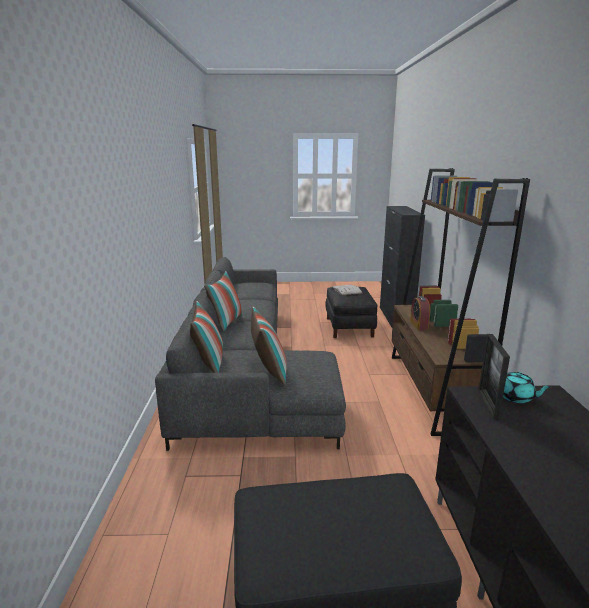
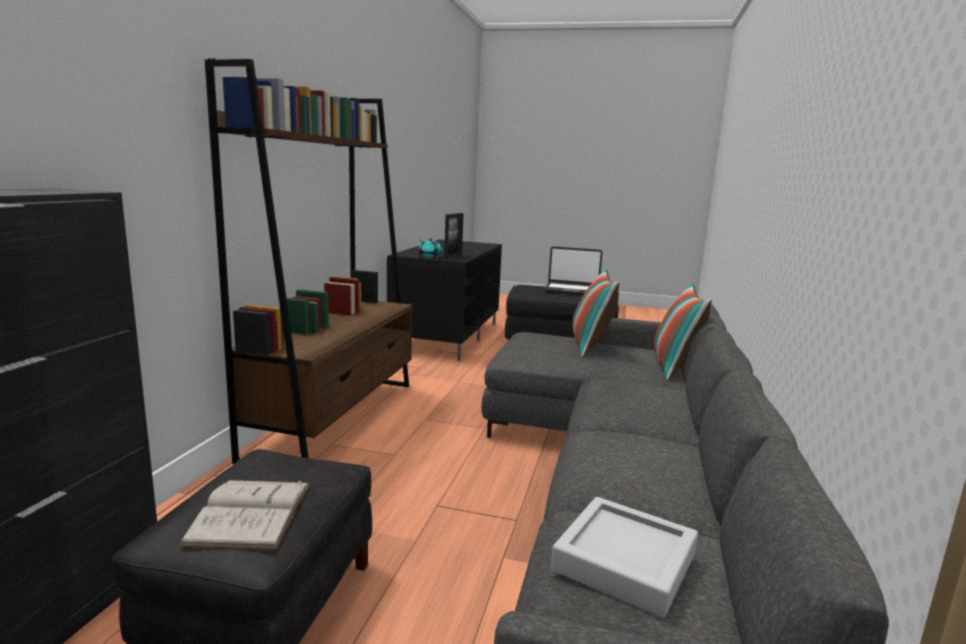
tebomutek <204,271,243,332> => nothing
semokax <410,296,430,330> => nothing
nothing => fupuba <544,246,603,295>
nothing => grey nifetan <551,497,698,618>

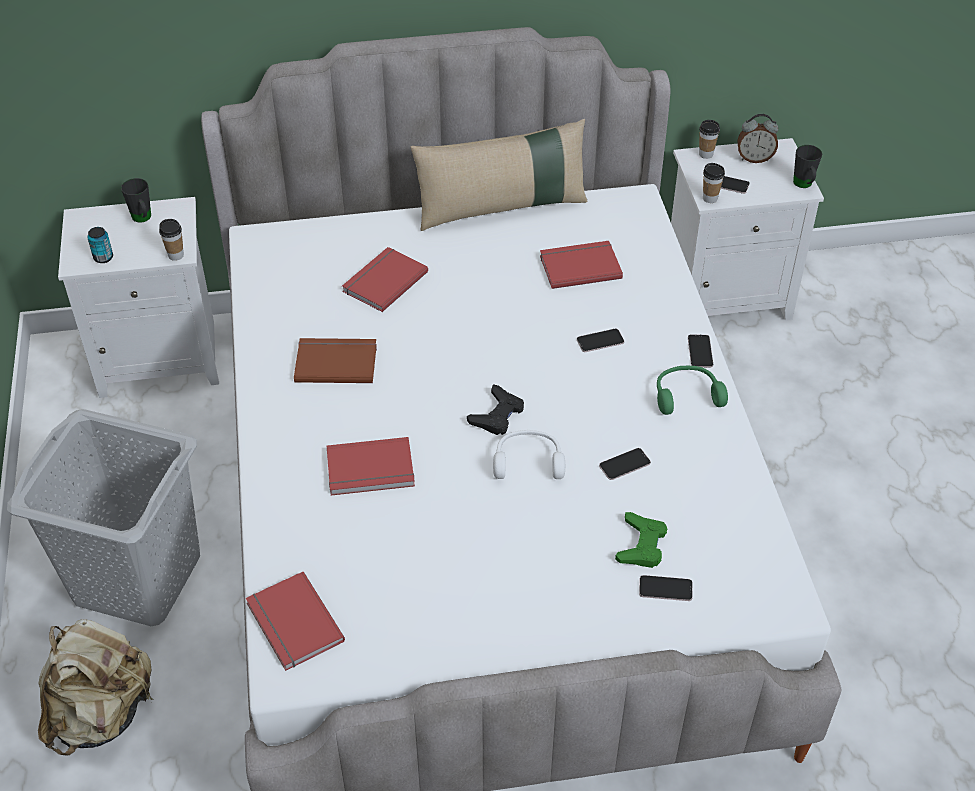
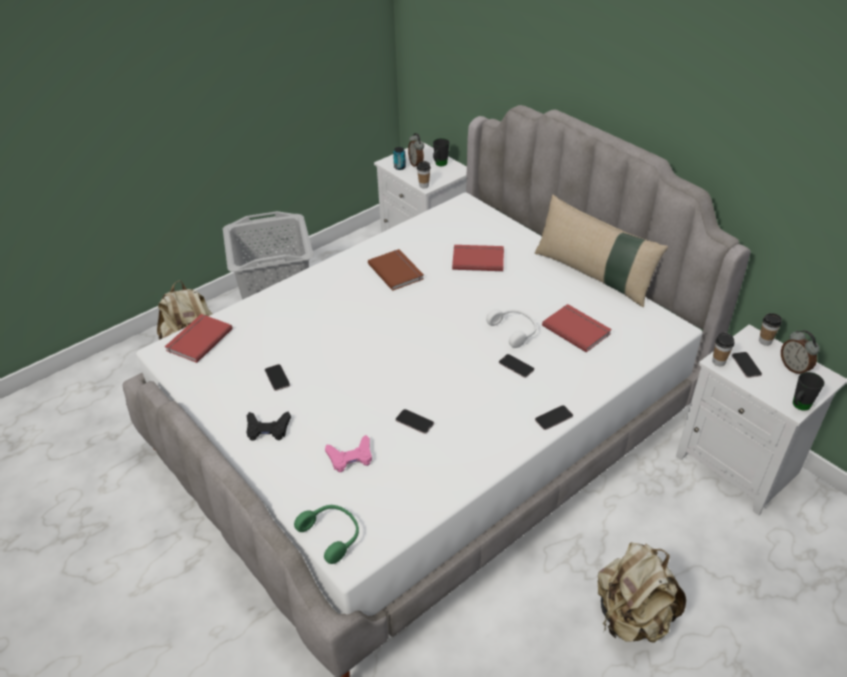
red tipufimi <327,437,415,495> => nothing
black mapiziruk <467,384,524,435> => black mapiziruk <247,412,291,441>, move
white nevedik <493,430,565,479> => white nevedik <486,309,537,348>, move
green mapiziruk <615,512,667,568> => pink mapiziruk <325,435,372,472>
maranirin <639,575,693,601> => maranirin <265,364,290,391>, move
green nevedik <657,366,728,415> => green nevedik <294,505,359,564>, move
nothing => semokax <408,133,424,167>
nothing => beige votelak <598,542,686,643>

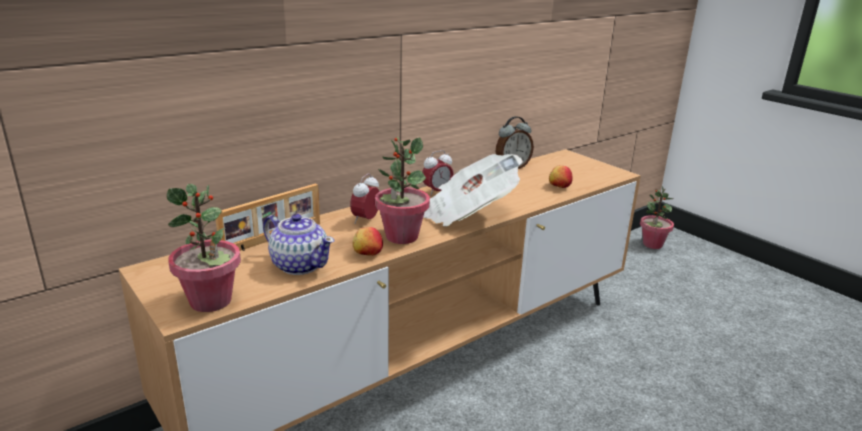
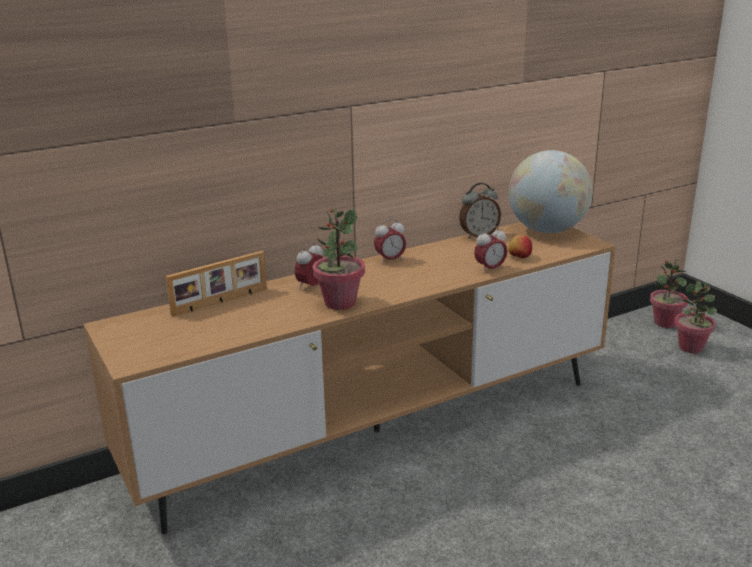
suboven <167,184,241,312> => suboven <674,281,717,353>, move
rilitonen <263,214,335,275> => nothing
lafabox <353,227,383,256> => nothing
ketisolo <423,154,523,227> => nothing
nothing => semokax <474,226,508,273>
nothing => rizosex <509,150,592,233>

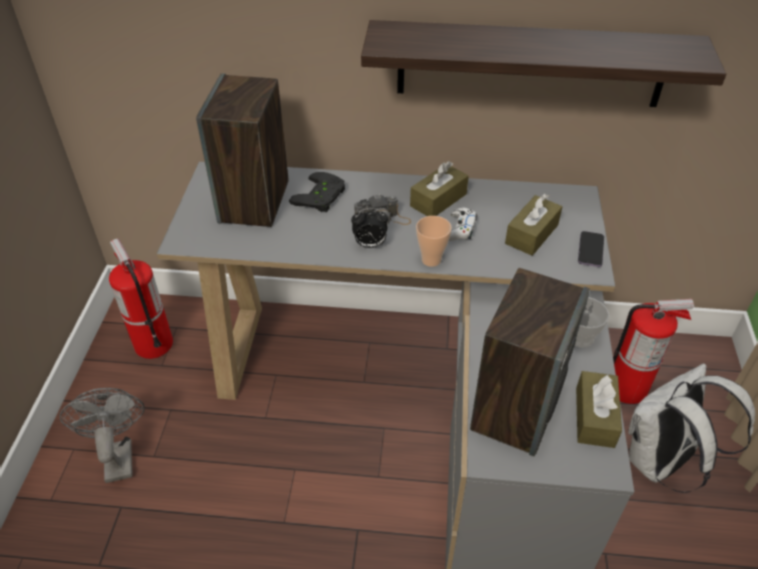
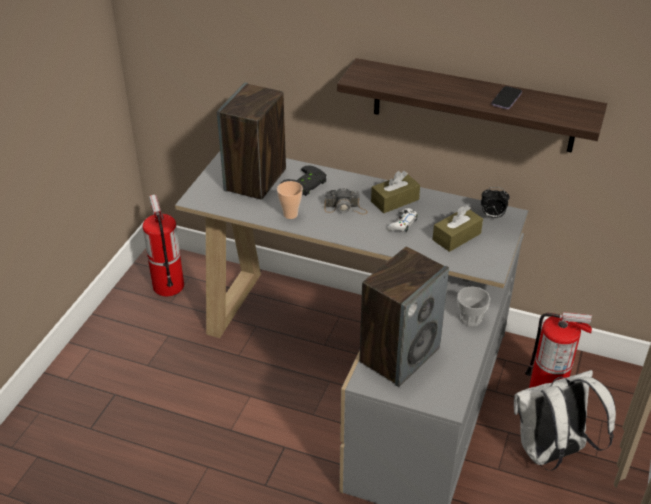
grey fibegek <60,388,145,483> => nothing
semokax <351,208,388,248> => semokax <481,187,509,218>, move
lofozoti <416,216,452,267> => lofozoti <277,181,303,219>, move
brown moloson <576,371,622,448> => nothing
maranirin <578,231,604,267> => maranirin <491,86,522,109>, move

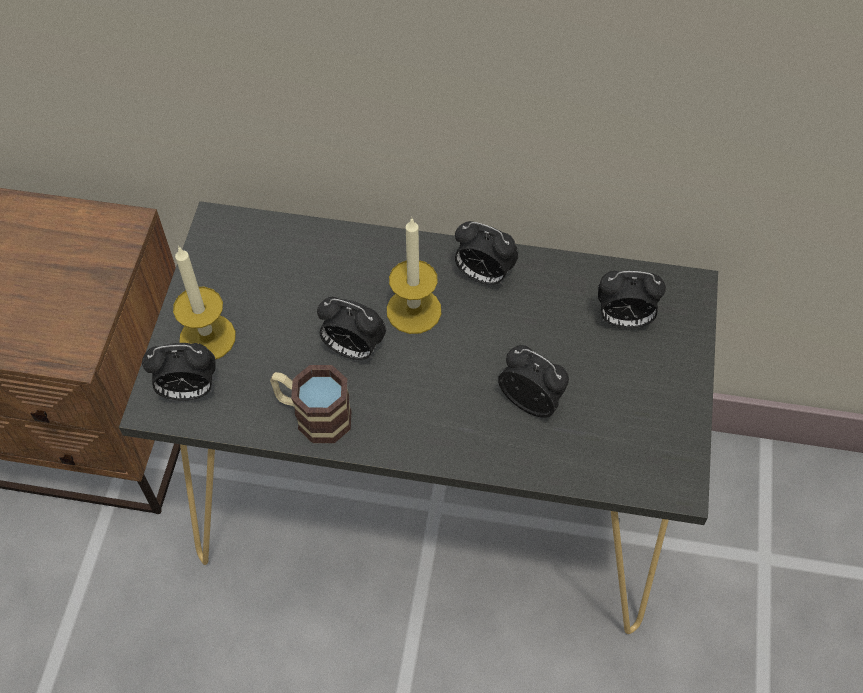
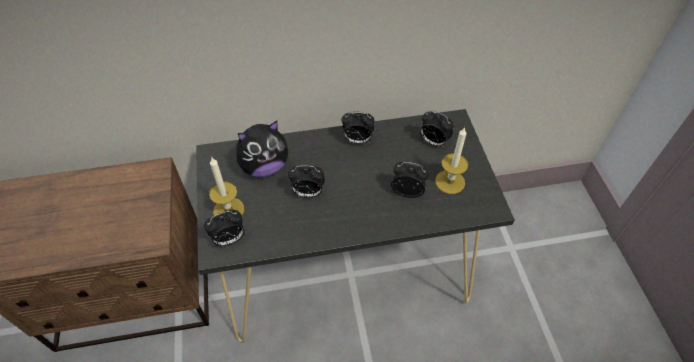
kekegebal <270,365,352,443> => nothing
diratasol <387,217,441,334> => diratasol <435,127,468,194>, move
semokax <598,271,666,329> => semokax <420,111,454,147>, 45 degrees clockwise
nothing => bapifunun <236,121,288,177>

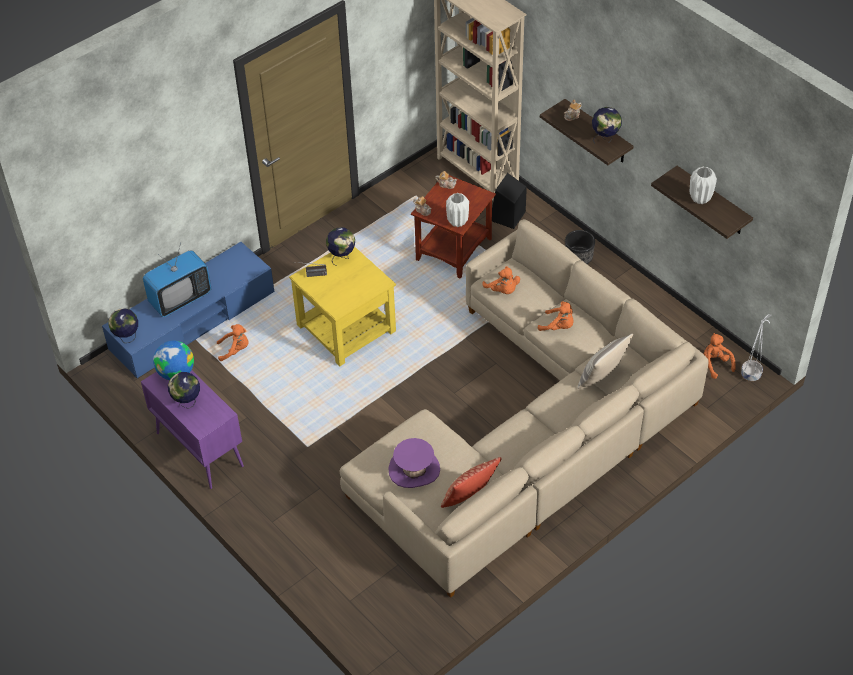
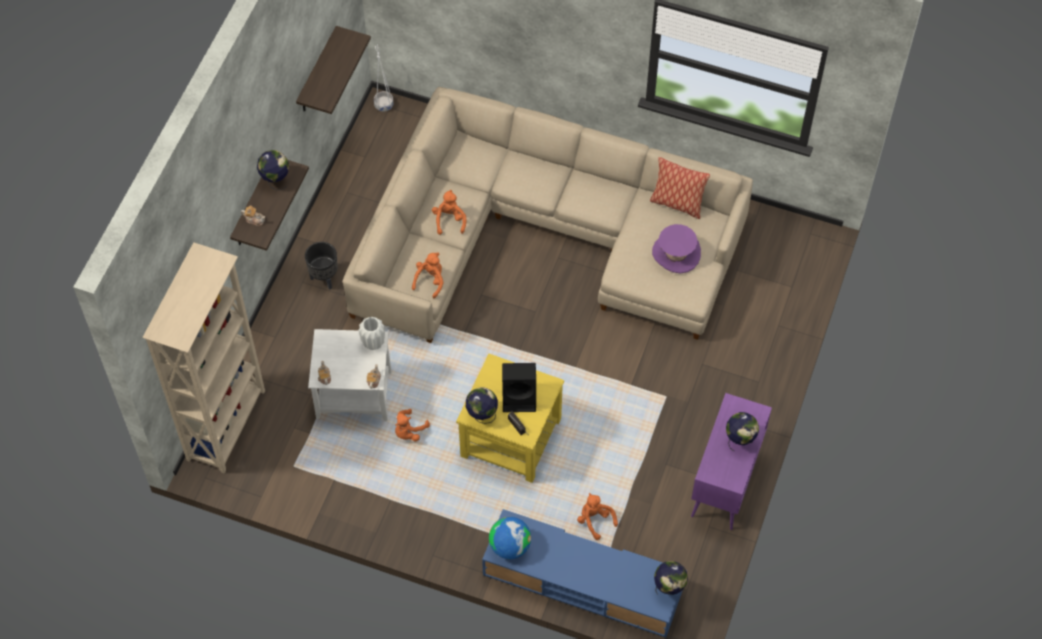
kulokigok <143,243,212,317> => nothing
rizosex <153,341,194,380> => rizosex <489,517,531,559>, move
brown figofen <411,175,496,279> => white figofen <308,329,392,421>
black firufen <492,173,527,229> => black firufen <502,363,536,412>, move
tebomutek <578,334,633,389> => nothing
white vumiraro <690,167,717,204> => nothing
orange bapifunun <704,333,736,379> => orange bapifunun <395,409,430,441>, move

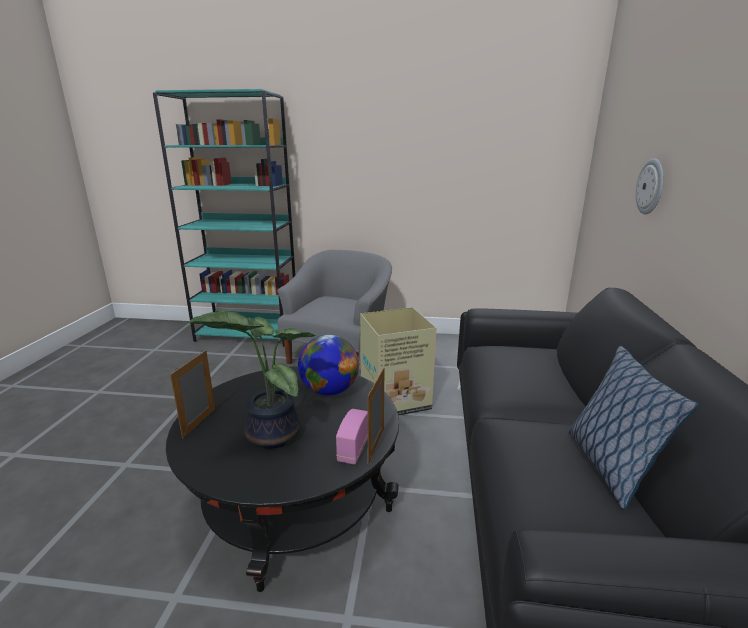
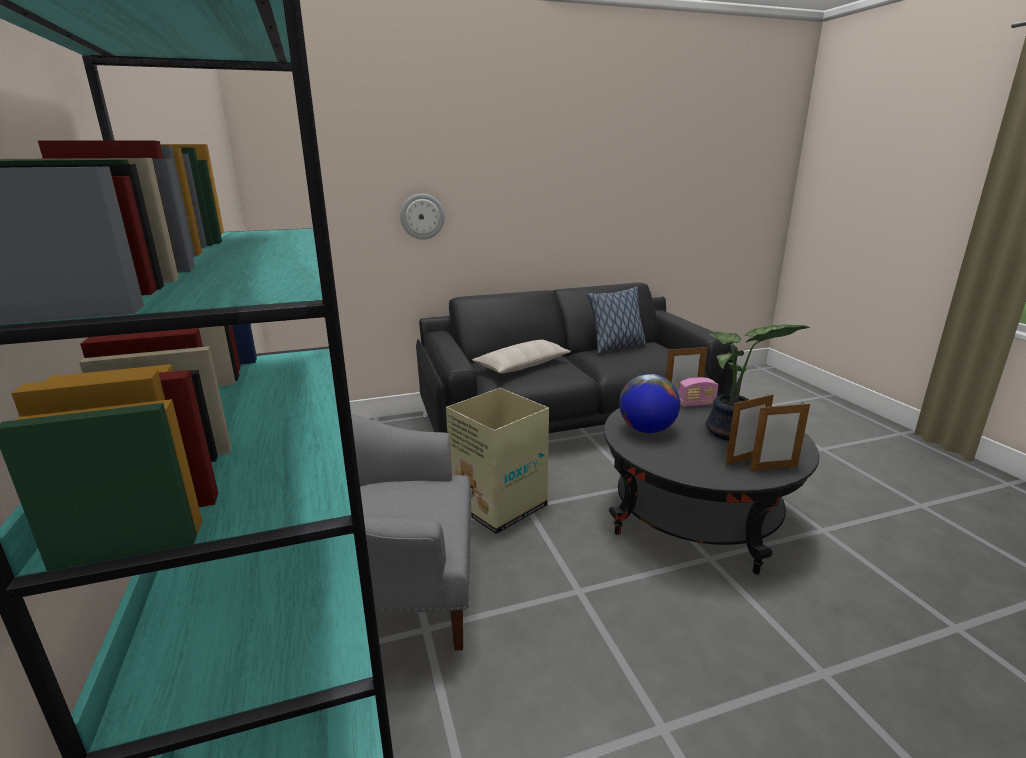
nothing => beige tebomutek <472,340,571,373>
nothing => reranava <725,393,774,466>

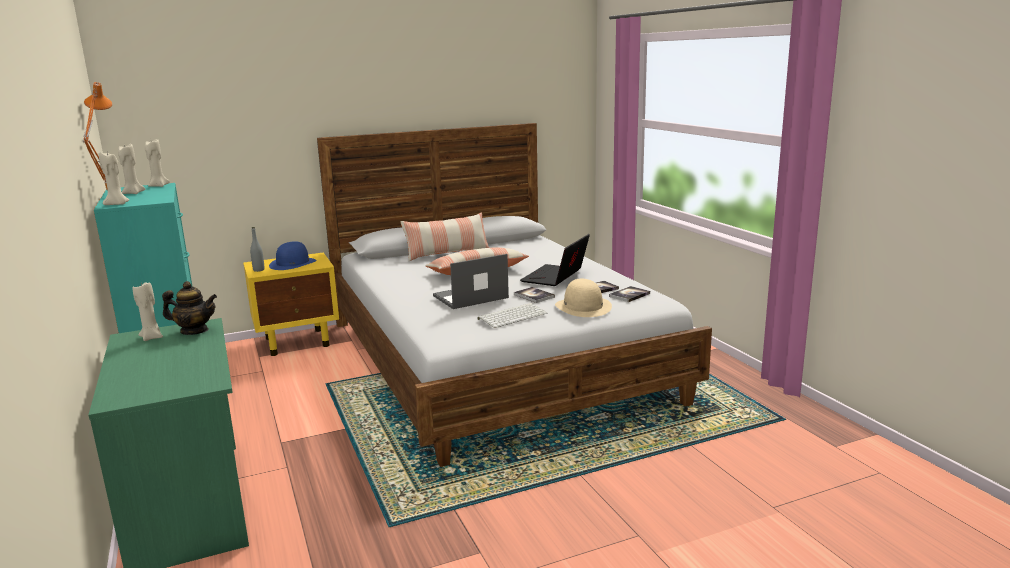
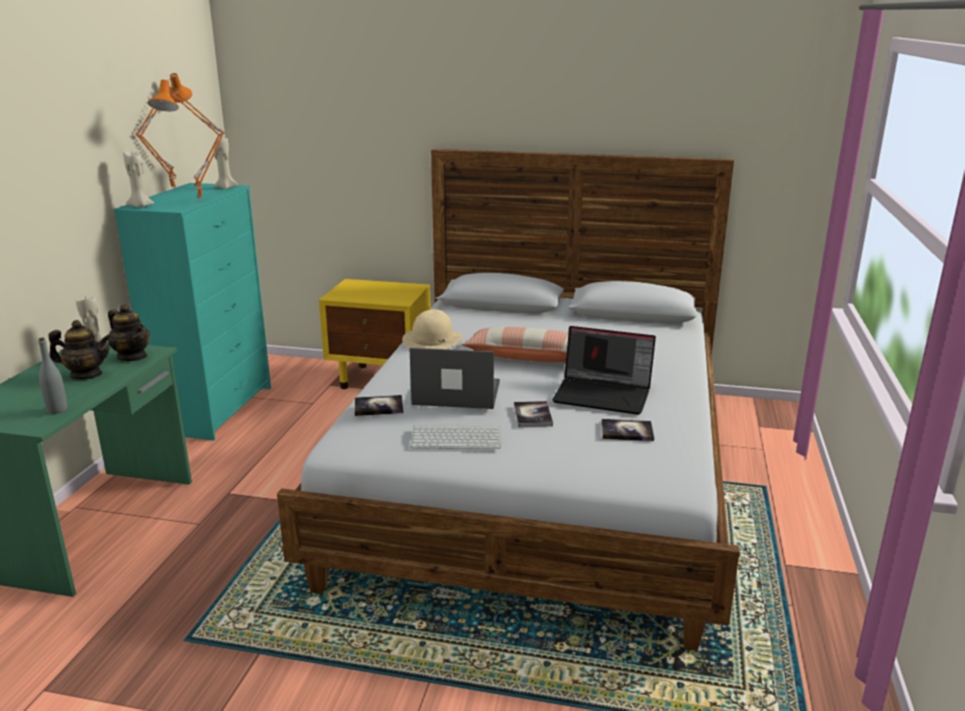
beige diratasol <118,144,145,194> => nothing
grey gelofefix <250,227,264,272> => grey gelofefix <38,338,67,414>, move
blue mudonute <269,241,316,270> => nothing
tebomutek <400,212,490,261> => nothing
fupuba <520,234,590,286> => fupuba <552,326,656,415>, 135 degrees counterclockwise
beige mudonute <555,279,612,317> => beige mudonute <402,309,463,349>, move
tipufimi <609,286,650,302> => tipufimi <355,395,403,416>, move
nothing => rilitonen <48,320,111,380>
nothing => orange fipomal <148,80,225,201>

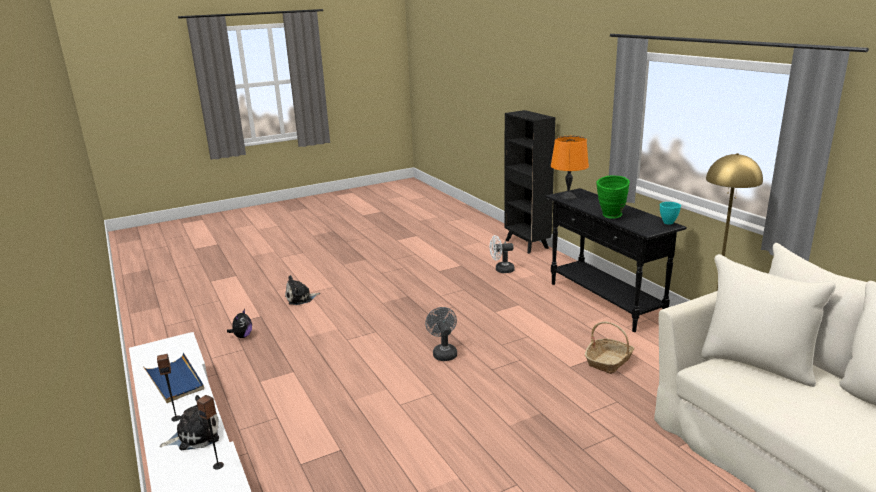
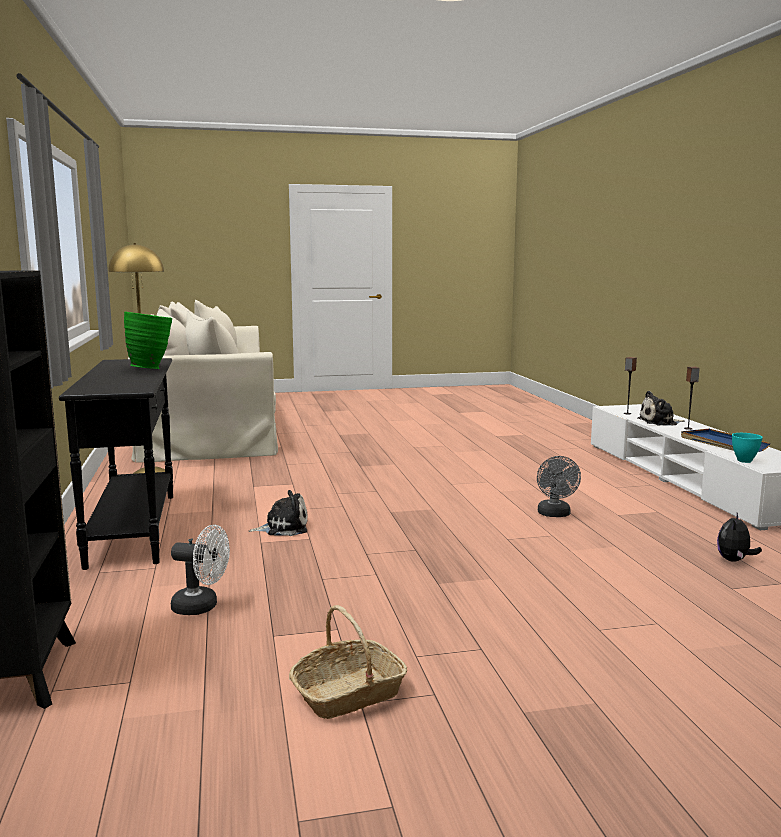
bapifunun <285,275,320,305> => bapifunun <249,490,308,536>, move
grey fibegek <425,307,457,361> => grey fibegek <537,456,581,517>, move
orange fipomal <551,136,589,200> => nothing
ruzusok <585,321,634,374> => ruzusok <289,605,407,719>, move
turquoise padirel <660,202,681,224> => turquoise padirel <732,433,763,463>, move

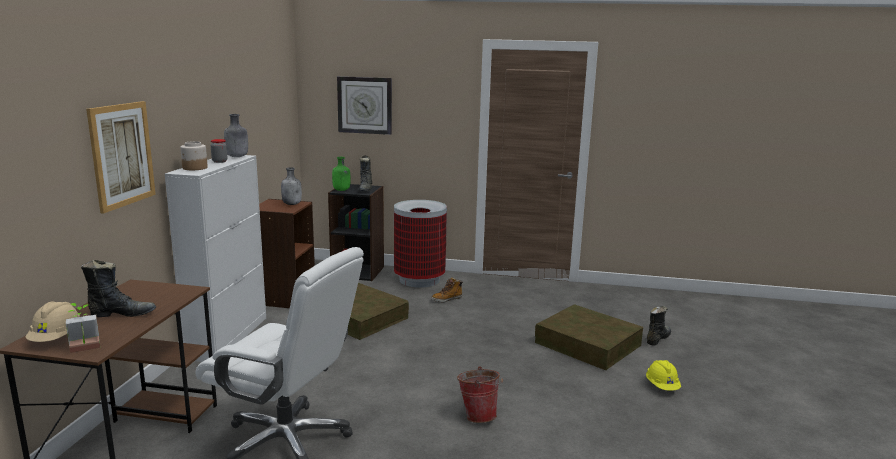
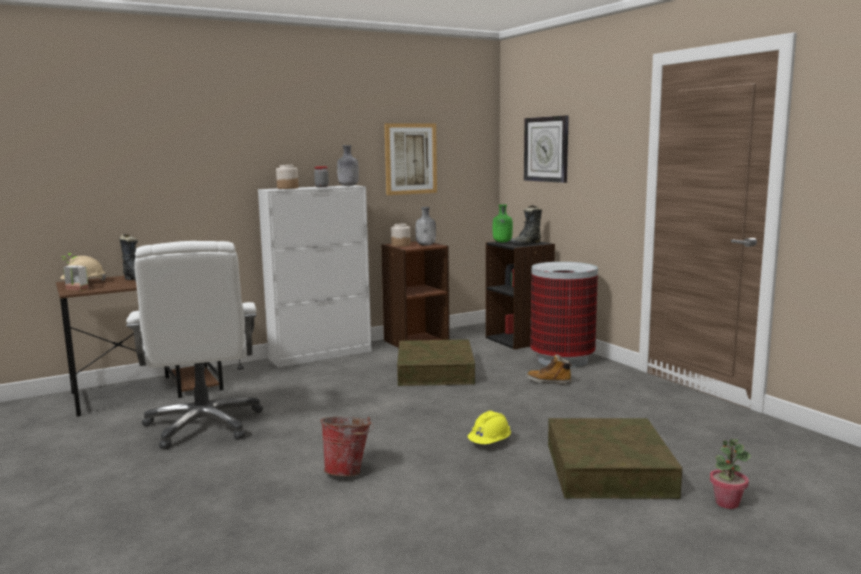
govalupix <86,101,156,214> => govalupix <384,123,437,195>, move
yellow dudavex <646,360,681,391> => yellow dudavex <468,411,511,444>, move
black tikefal <647,306,671,346> => suboven <710,439,751,509>
nothing => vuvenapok <391,224,411,247>

